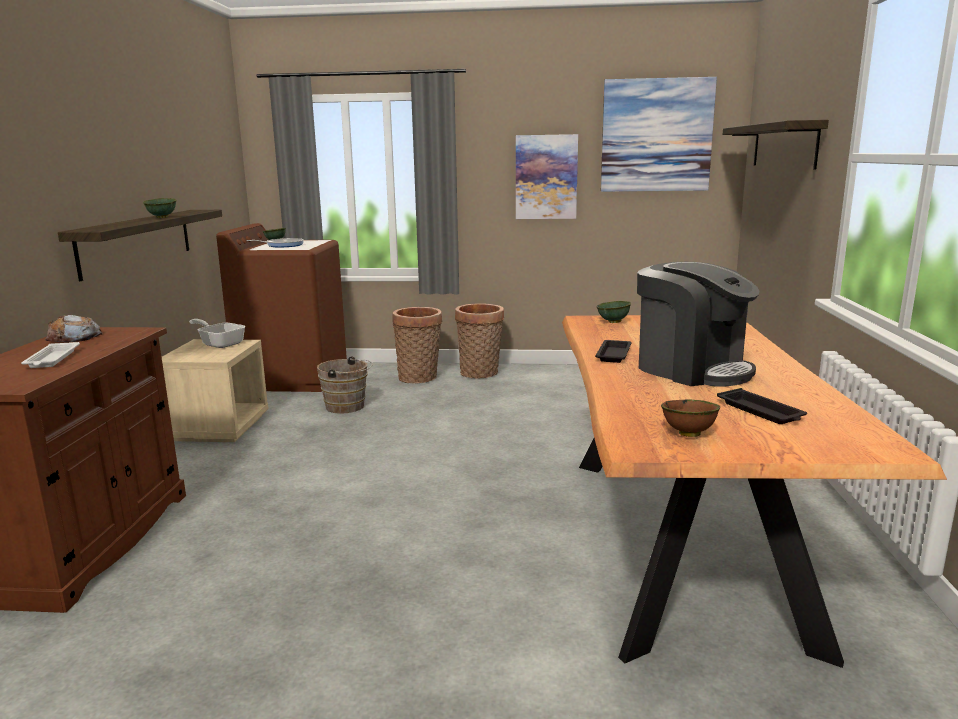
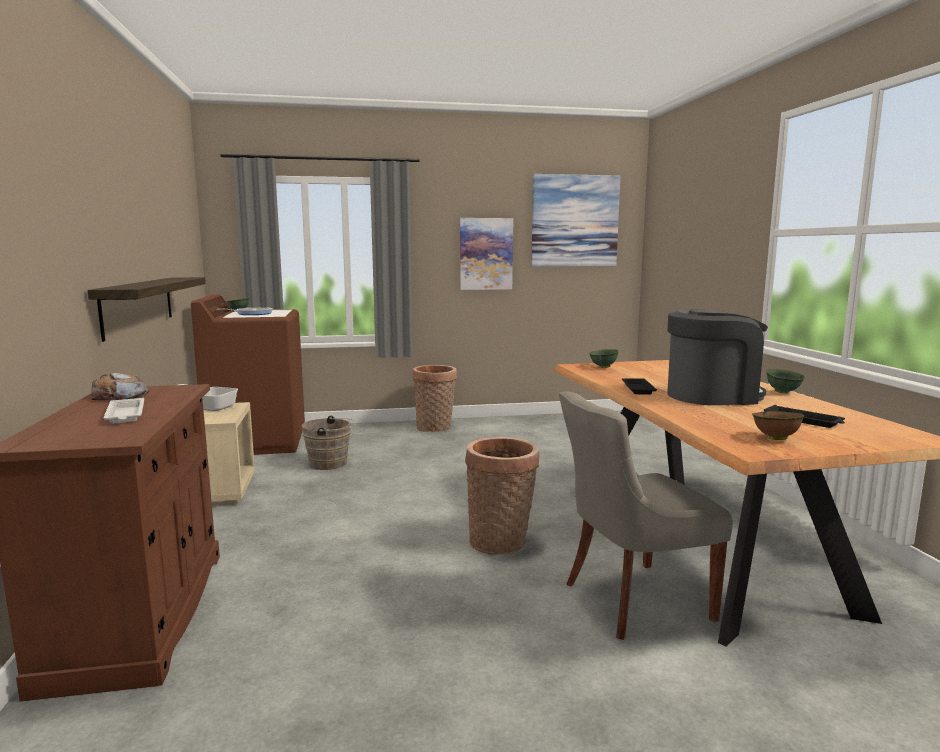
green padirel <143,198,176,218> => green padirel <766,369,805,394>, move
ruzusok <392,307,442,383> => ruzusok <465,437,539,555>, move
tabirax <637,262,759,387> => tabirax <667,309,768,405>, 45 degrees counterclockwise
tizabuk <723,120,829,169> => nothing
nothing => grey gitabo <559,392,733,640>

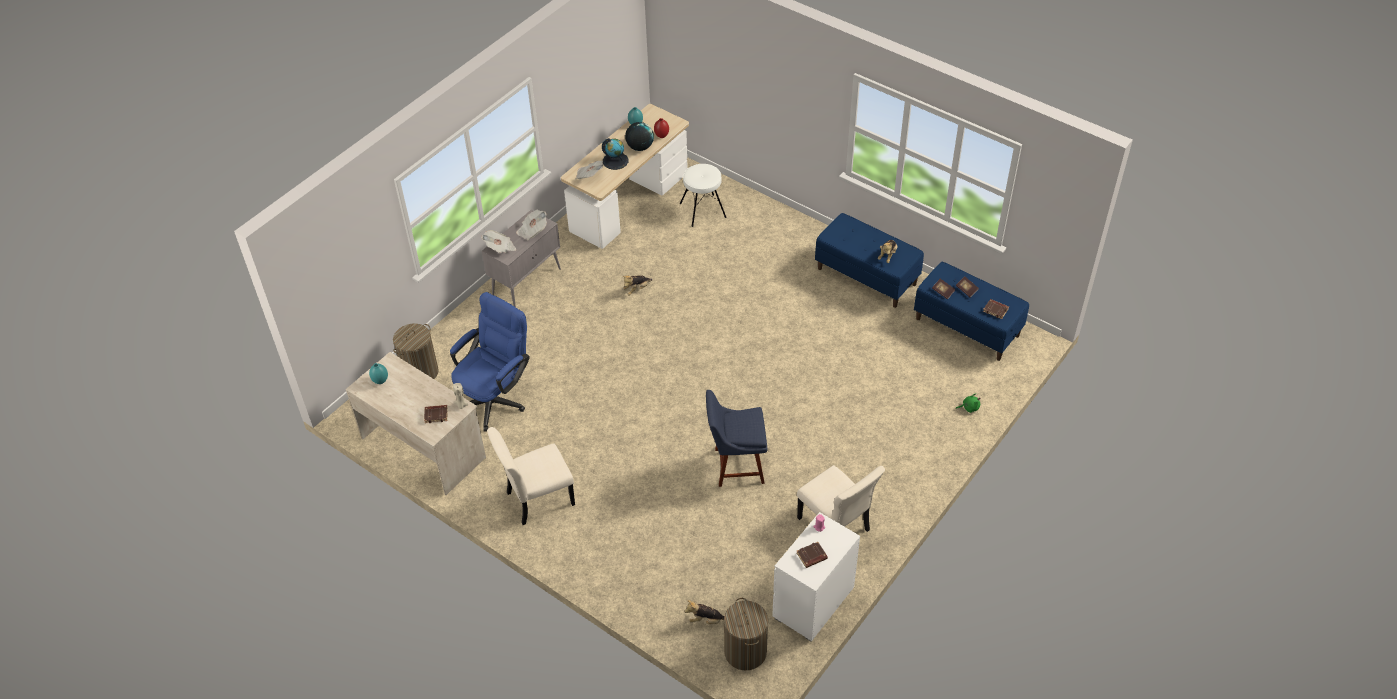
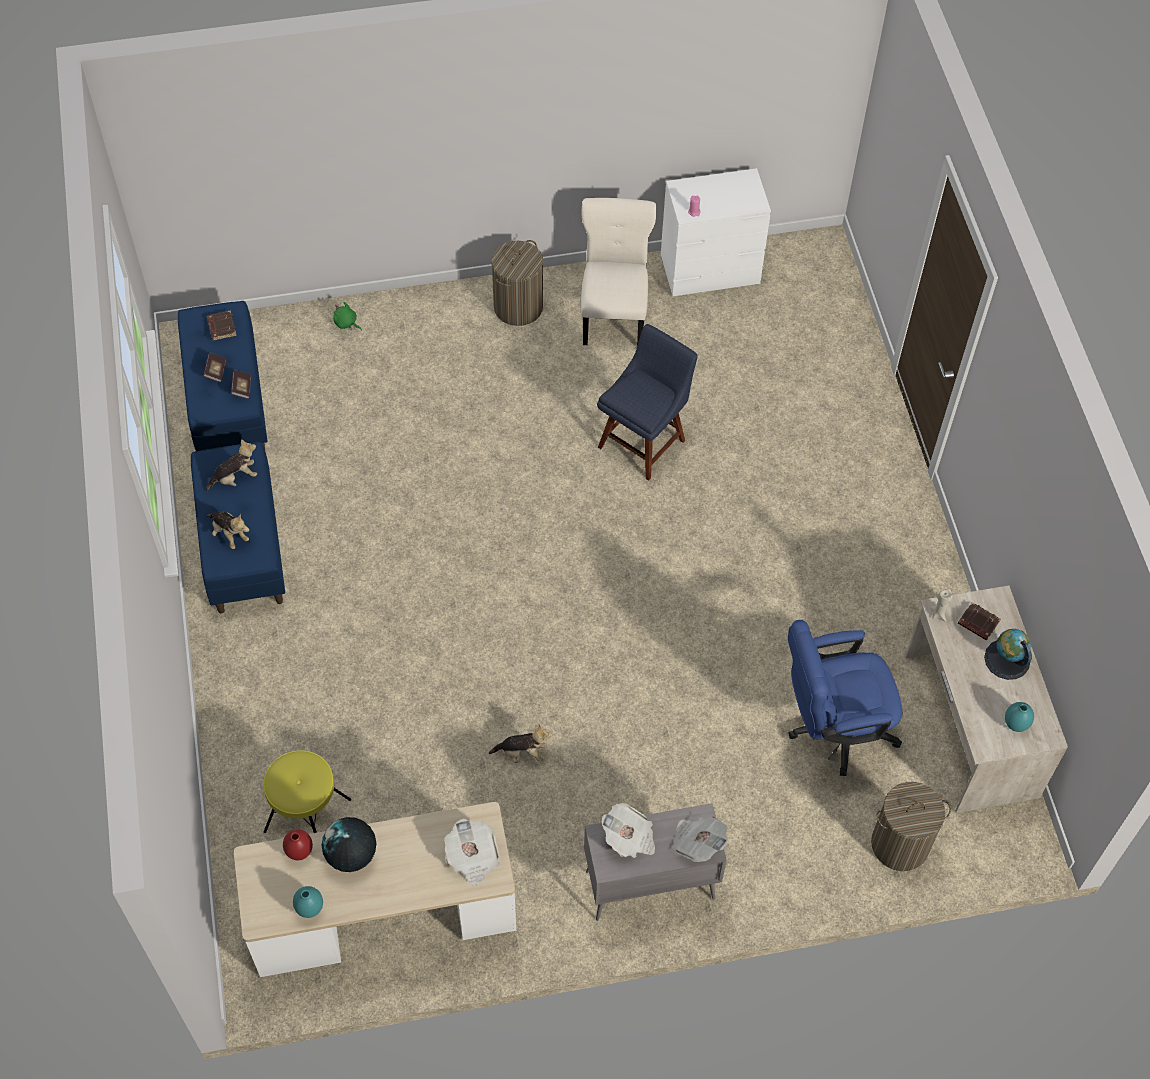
beige gitabo <487,427,575,525> => nothing
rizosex <602,138,628,170> => rizosex <984,629,1032,680>, move
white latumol <680,164,727,227> => yellow latumol <263,750,351,833>
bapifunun <684,600,724,624> => bapifunun <206,512,249,549>, move
blue gitabo <706,390,768,487> => blue gitabo <597,324,698,481>, 90 degrees counterclockwise
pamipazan <724,598,768,670> => pamipazan <491,240,543,326>, move
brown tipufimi <797,542,828,568> => nothing

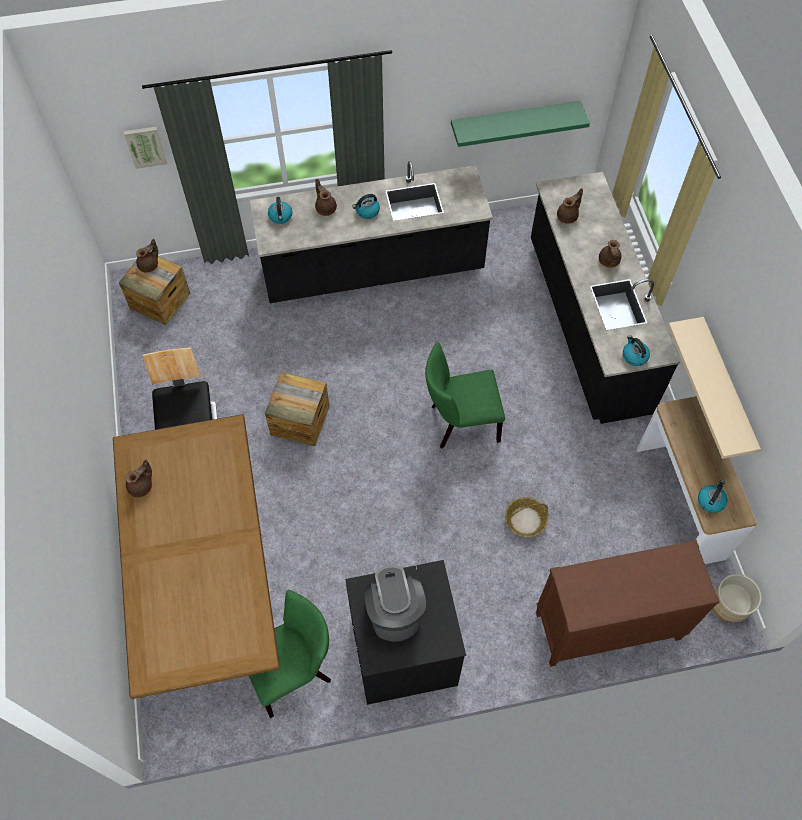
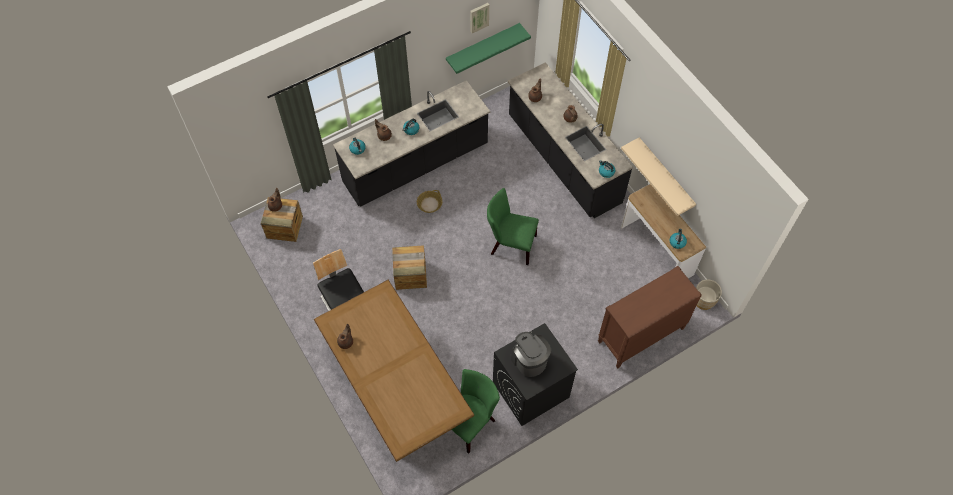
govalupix <124,126,167,169> => govalupix <470,3,489,33>, move
green gitabo <425,342,505,448> => green gitabo <487,188,539,265>, 45 degrees clockwise
ruzusok <505,497,548,537> => ruzusok <417,190,442,213>, move

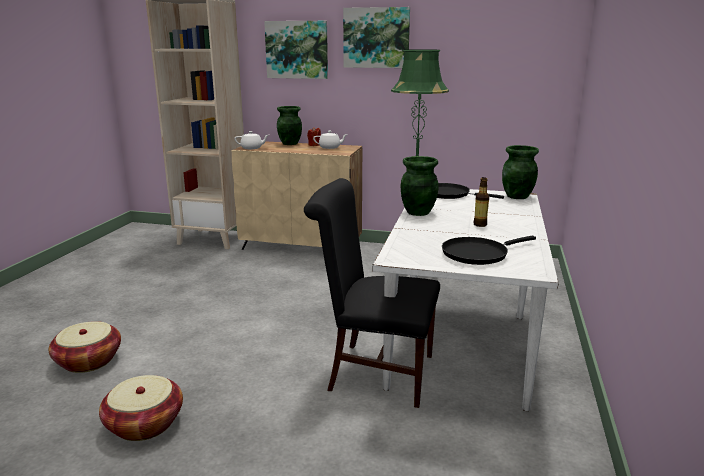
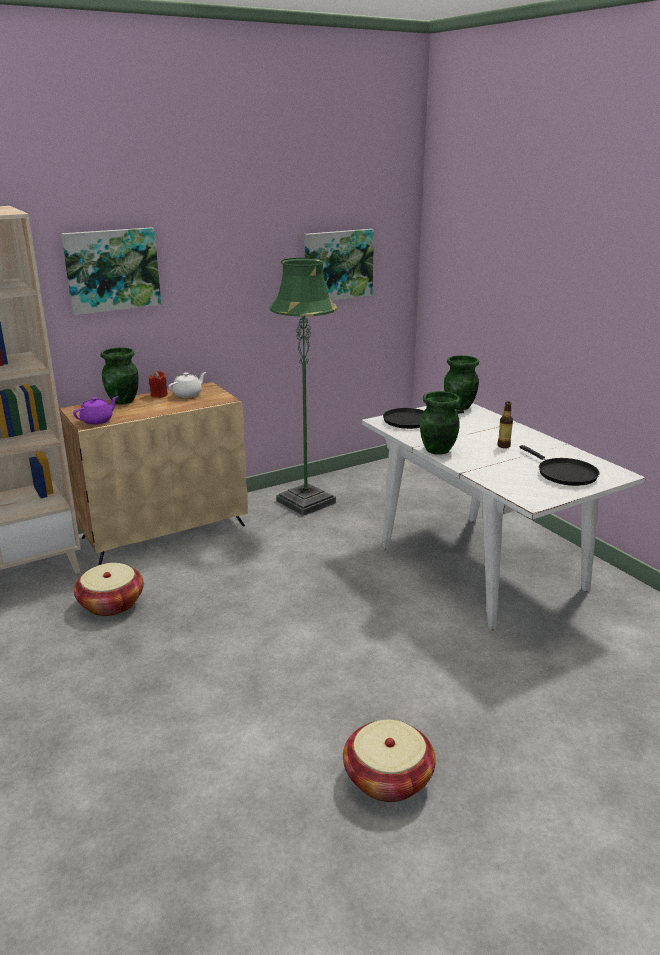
ruzusok <49,321,121,373> => ruzusok <74,563,144,616>, move
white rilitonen <235,131,269,149> => purple rilitonen <73,396,118,425>
black gitabo <304,178,440,408> => nothing
govalupix <343,7,410,68> => govalupix <304,229,374,301>, move
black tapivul <442,236,536,265> => black tapivul <520,445,599,486>, 45 degrees counterclockwise

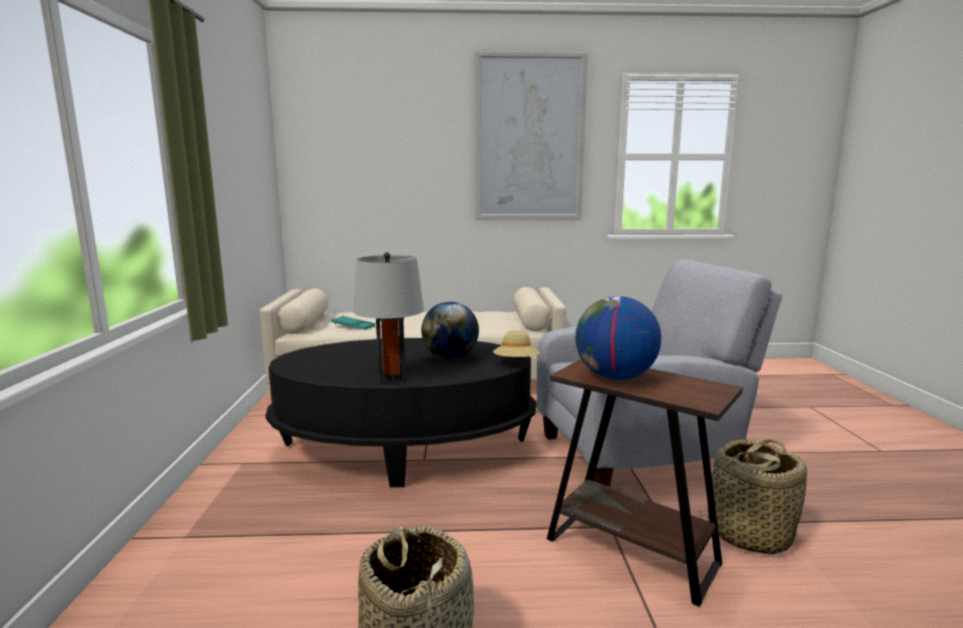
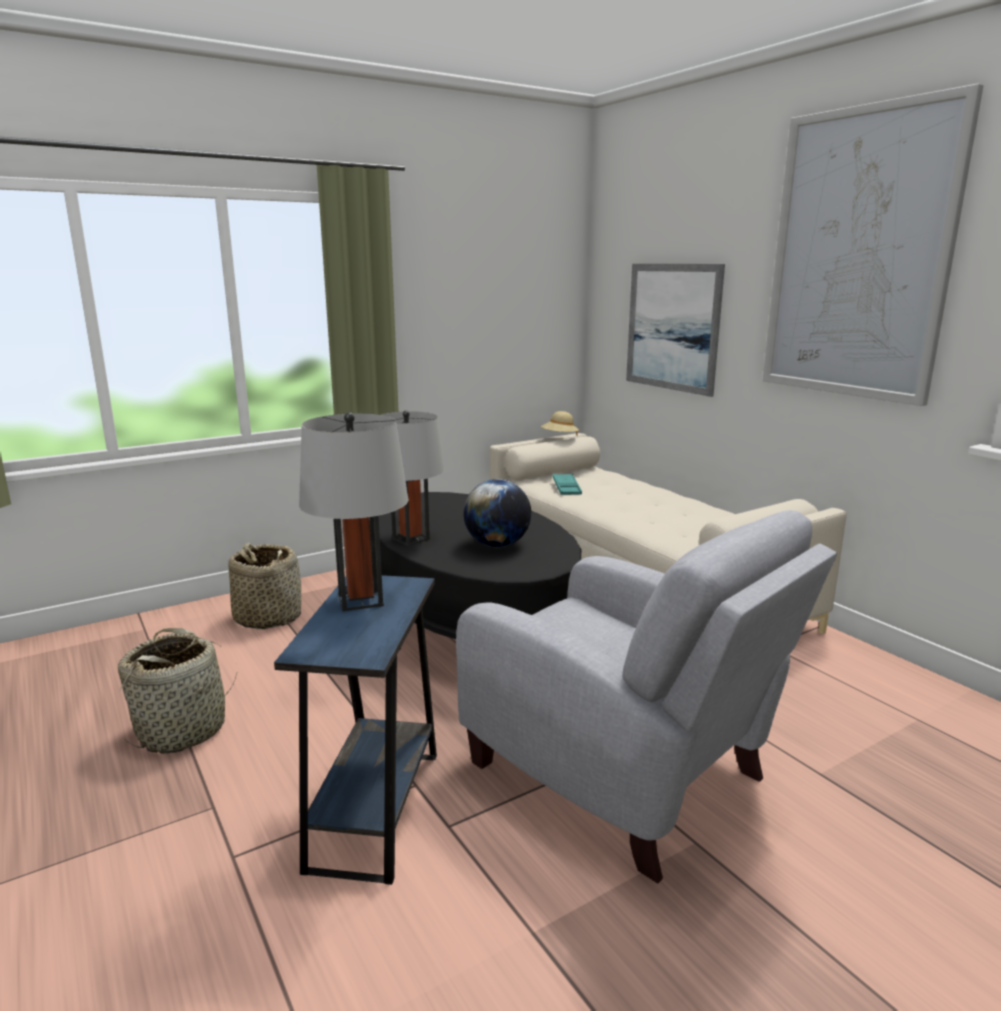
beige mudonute <493,330,540,357> => beige mudonute <541,411,579,436>, move
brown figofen <547,359,743,607> => blue figofen <274,575,437,885>
rizosex <575,296,661,380> => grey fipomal <299,412,409,611>
ruzusok <699,440,807,555> => ruzusok <228,543,301,629>, move
nothing => govalupix <626,264,725,397>

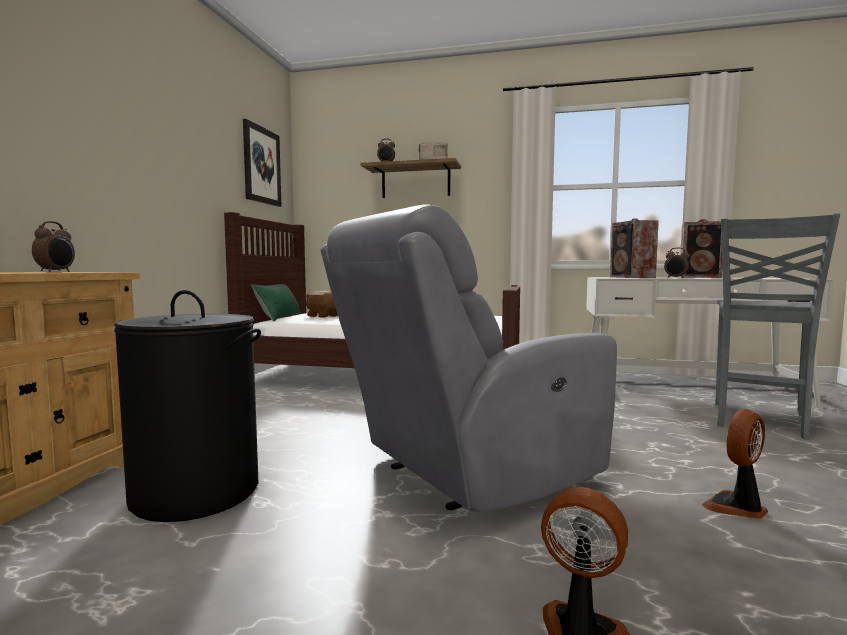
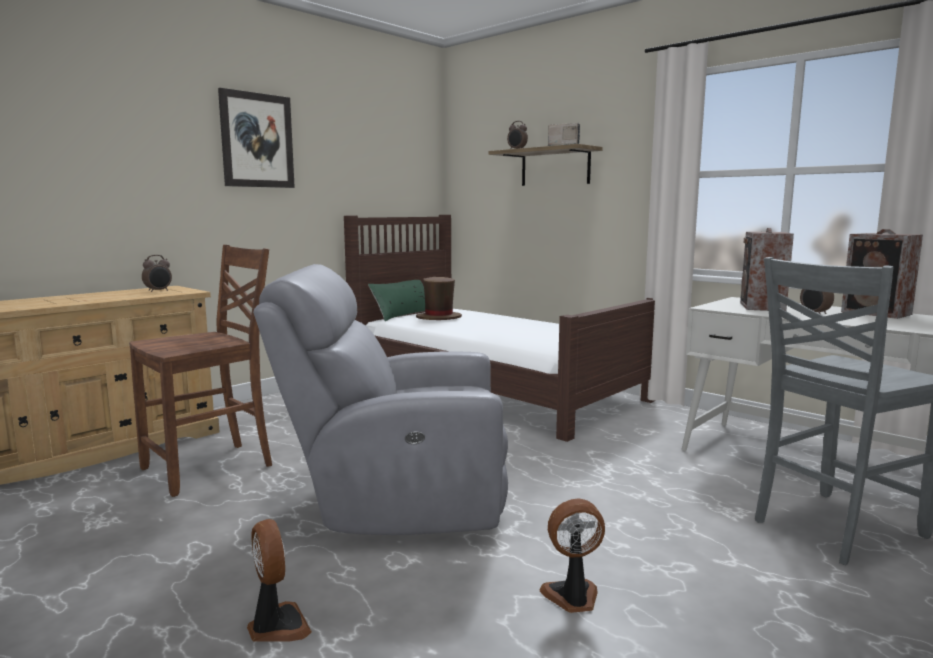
black pamipazan <114,290,261,522> => brown gitabo <129,245,272,497>
govalupix <243,119,282,207> => govalupix <218,88,295,188>, move
brown bapifunun <305,291,338,318> => brown mudonute <416,277,462,320>

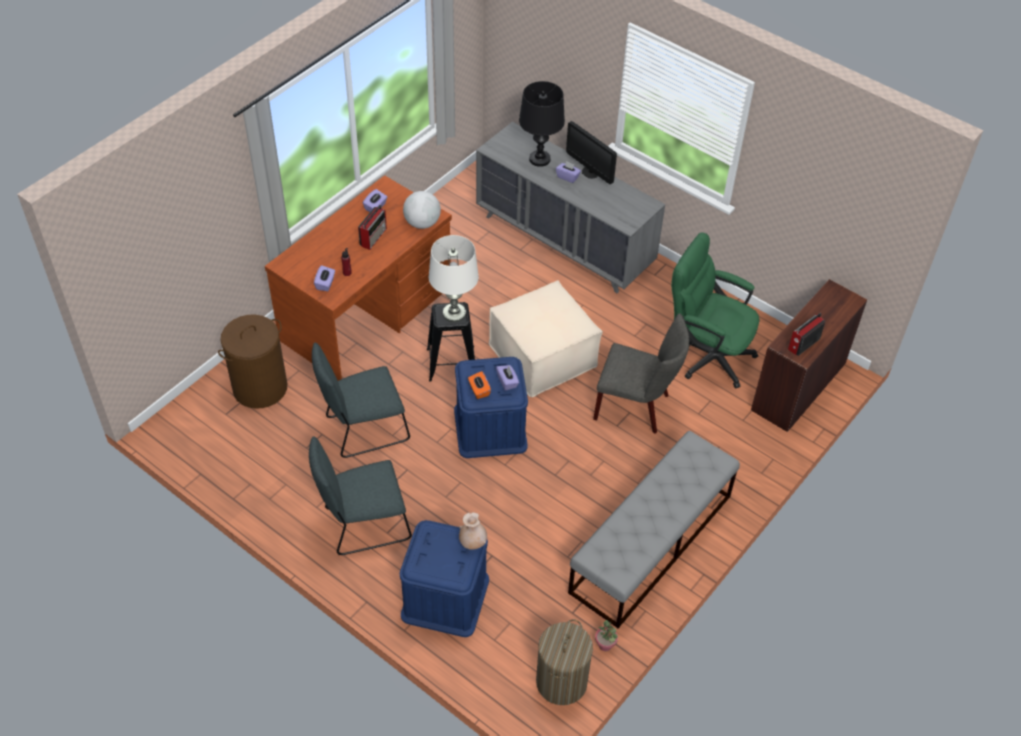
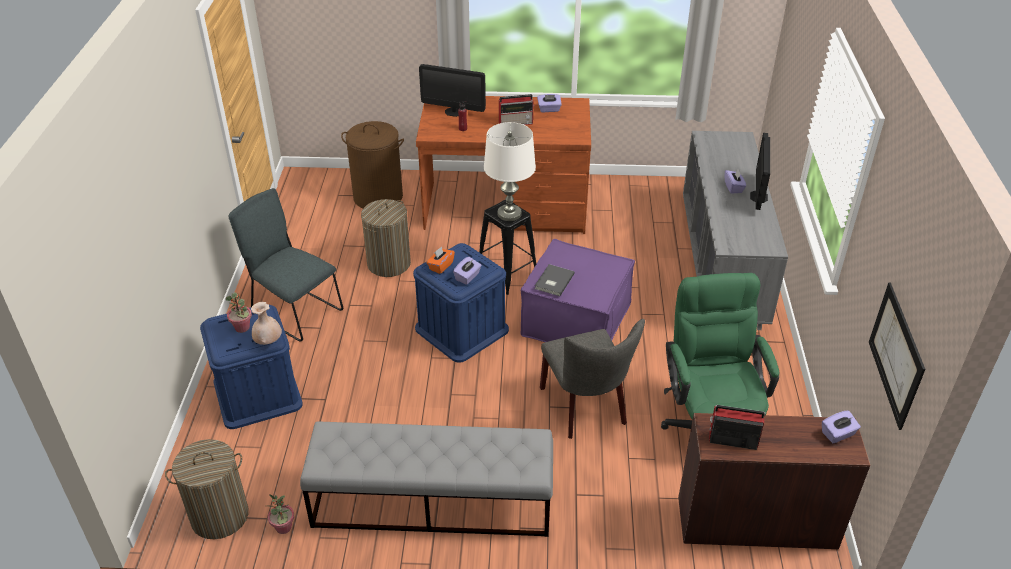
grey gitabo <312,343,410,458> => pamipazan <361,199,411,277>
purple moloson <314,265,335,291> => purple moloson <822,411,861,443>, move
rizosex <403,191,441,229> => nothing
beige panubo <489,281,603,397> => purple panubo <521,239,635,342>
black fipomal <519,81,565,167> => nothing
nothing => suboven <226,292,252,333>
nothing => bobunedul <419,64,486,117>
nothing => grey tipufimi <535,264,575,296>
nothing => govalupix <869,283,925,430>

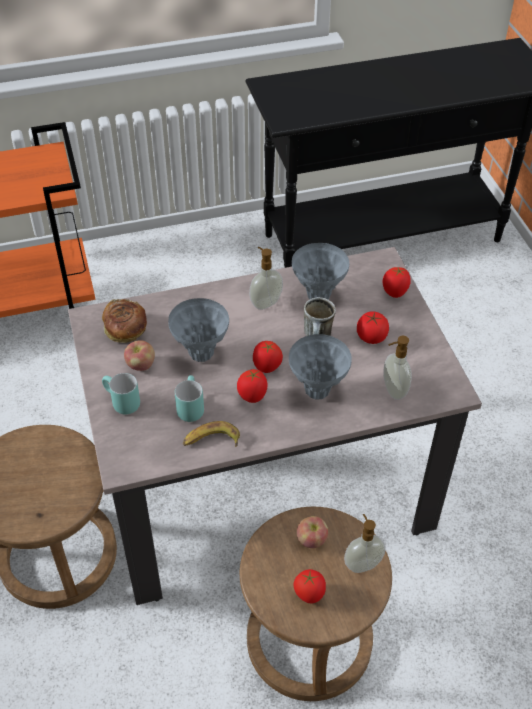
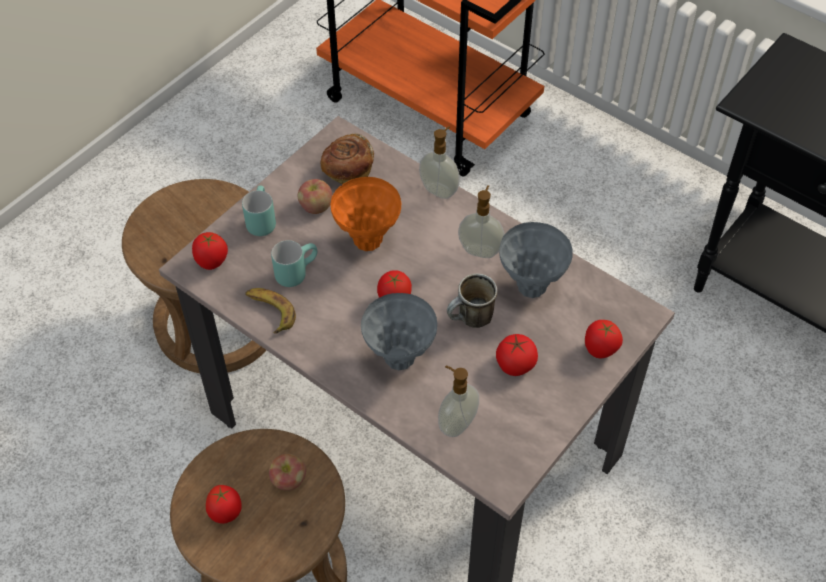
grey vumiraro <168,298,229,362> => orange vumiraro <330,177,402,251>
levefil <237,369,268,403> => levefil <192,232,228,270>, move
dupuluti <344,514,385,573> => dupuluti <419,126,460,199>, move

